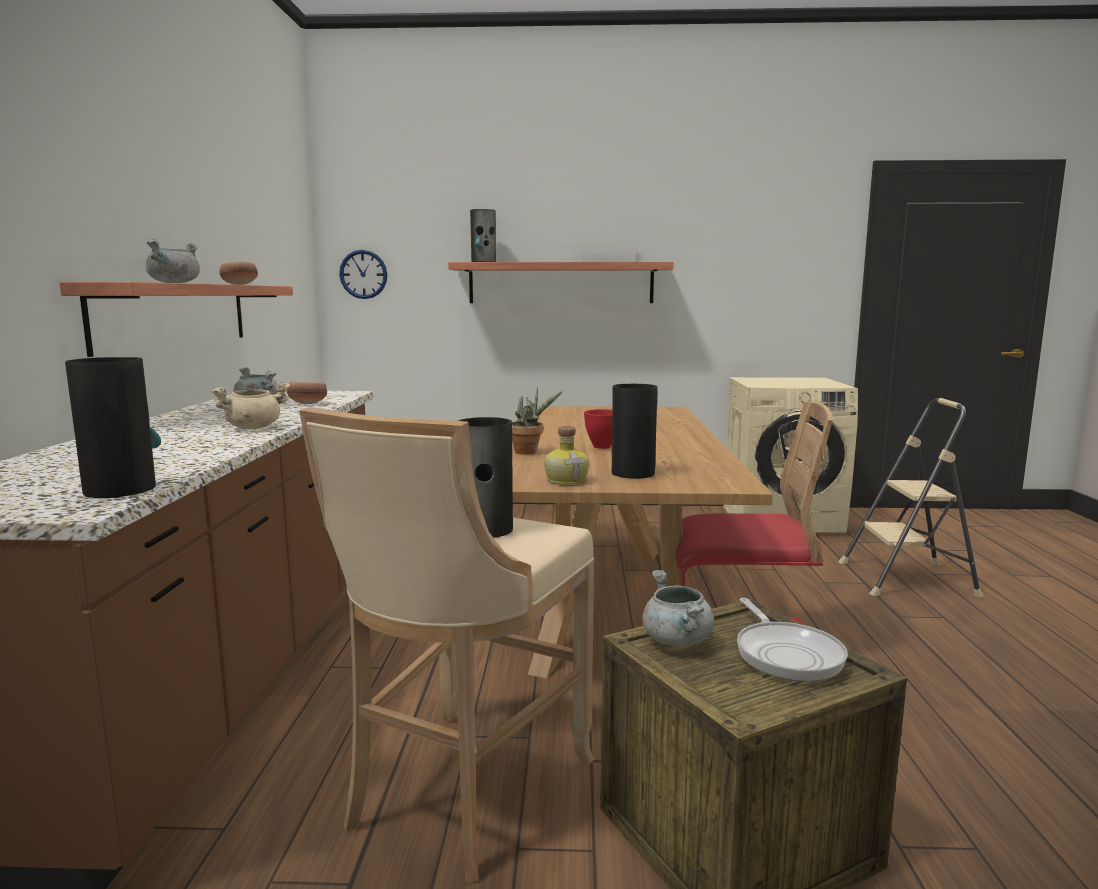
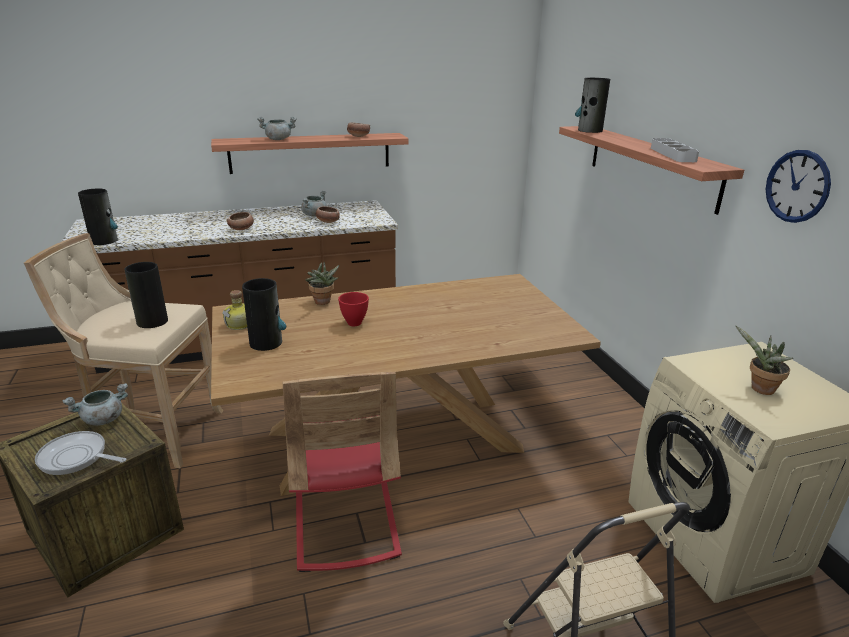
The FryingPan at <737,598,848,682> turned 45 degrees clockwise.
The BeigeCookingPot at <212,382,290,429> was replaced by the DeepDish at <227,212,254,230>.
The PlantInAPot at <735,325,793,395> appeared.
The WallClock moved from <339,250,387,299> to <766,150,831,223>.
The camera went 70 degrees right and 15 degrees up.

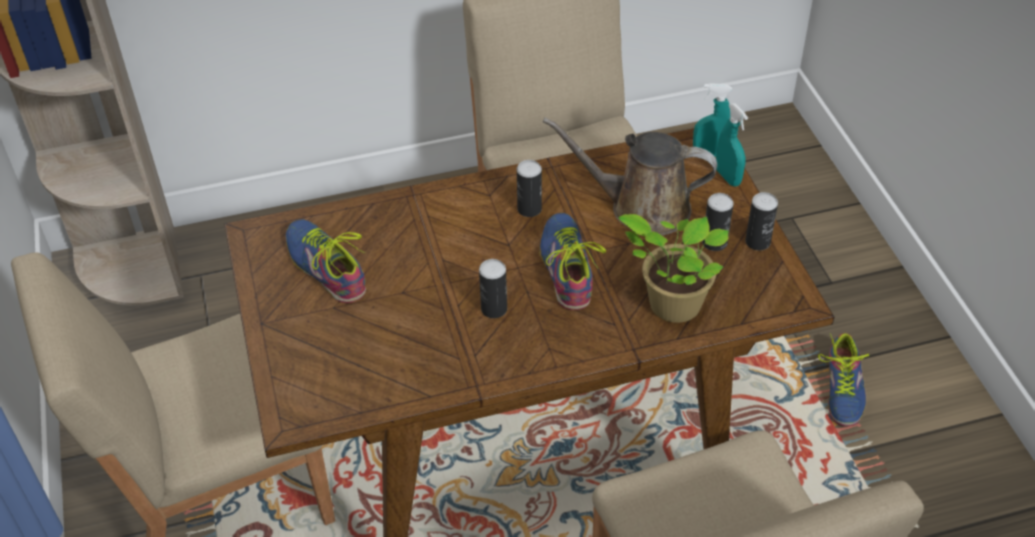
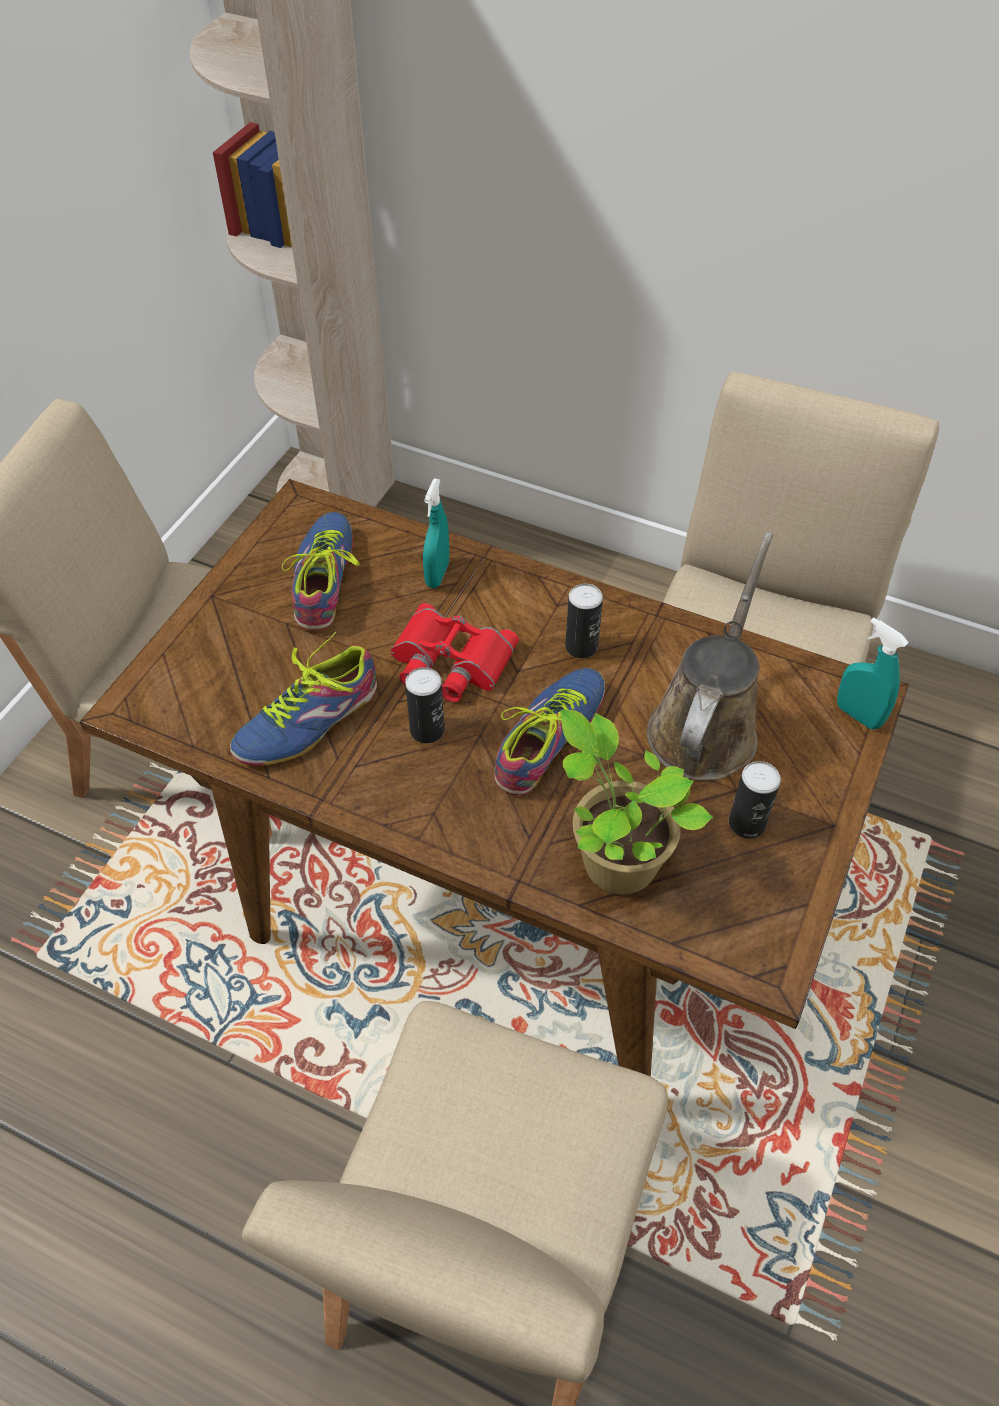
The LowShoe moved from <818,333,869,426> to <230,632,377,766>.
The ReddishBinoculars at <391,603,519,702> appeared.
The BlueGreenHandSprayer moved from <716,103,748,186> to <423,479,449,588>.
The BrownWateringCan at <543,117,717,236> turned 60 degrees clockwise.
The SealedCan at <745,192,778,251> disappeared.
The camera went 40 degrees right and 5 degrees up.

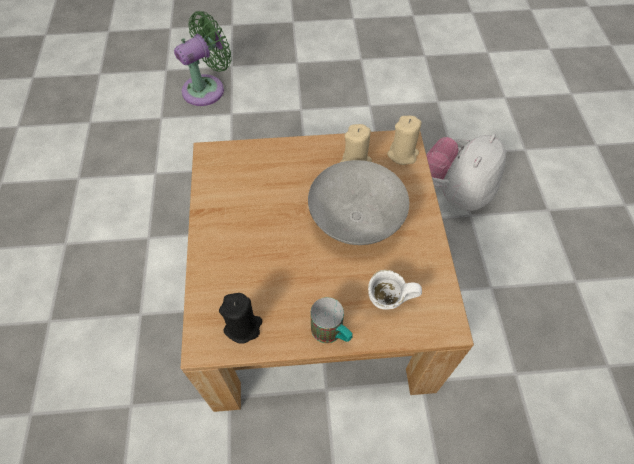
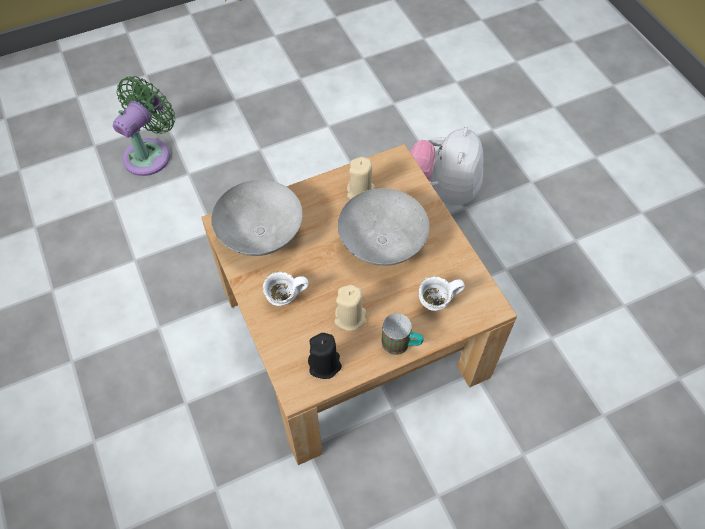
The GreyishDeepDish at <211,180,303,256> appeared.
The WhitishTeaMug at <263,272,309,306> appeared.
The BeigeCandle moved from <387,116,421,165> to <334,285,366,331>.
The camera went 20 degrees left and 0 degrees up.

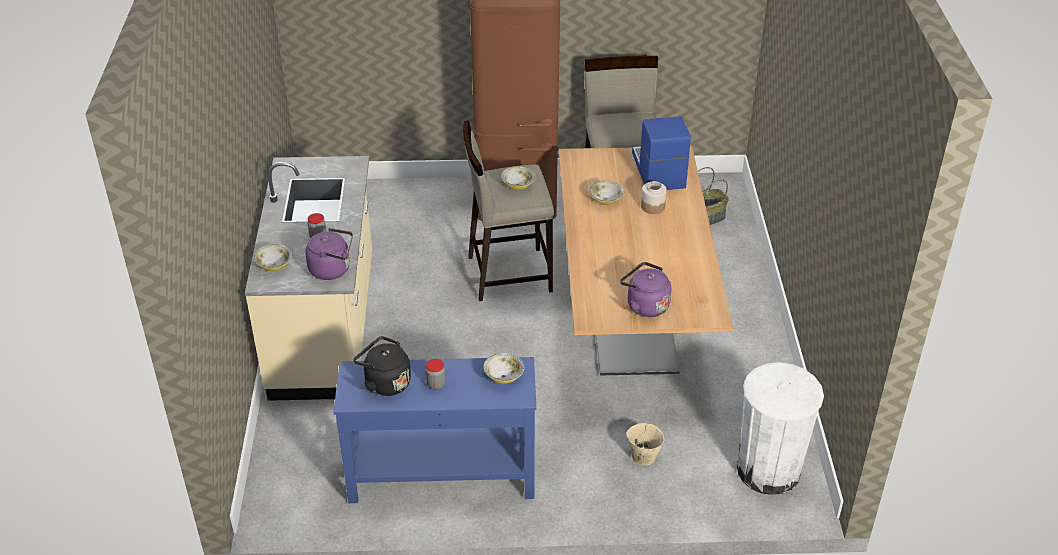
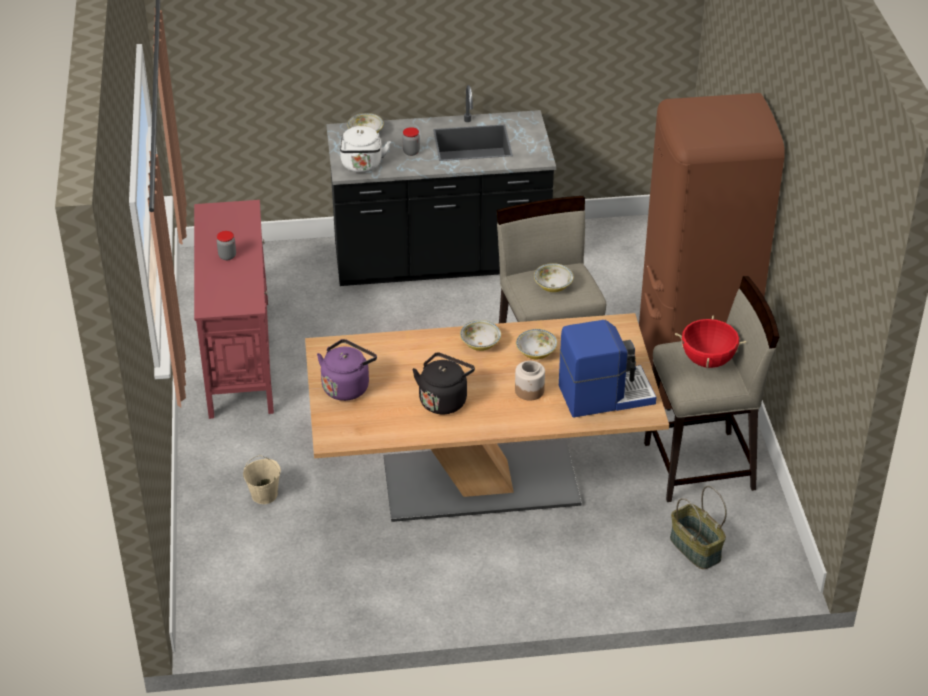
The BluishConsoleTable at <334,357,536,503> became the ReddishConsoleTable at <194,200,274,419>.
The BeigeKitchenBaseUnit at <245,156,372,401> became the BlackColouredKitchenBaseUnit at <326,85,556,286>.
The PurplishKettle at <305,228,353,280> became the WhitishKettle at <340,126,391,173>.
The BlackColouredKettle moved from <353,336,411,396> to <412,353,475,414>.
The DeepDish moved from <484,353,524,384> to <460,320,501,351>.
The ReddishCookingPot at <675,316,746,368> appeared.
The WhitishRubbishBin at <737,362,824,495> disappeared.
The camera went 85 degrees right and 0 degrees up.

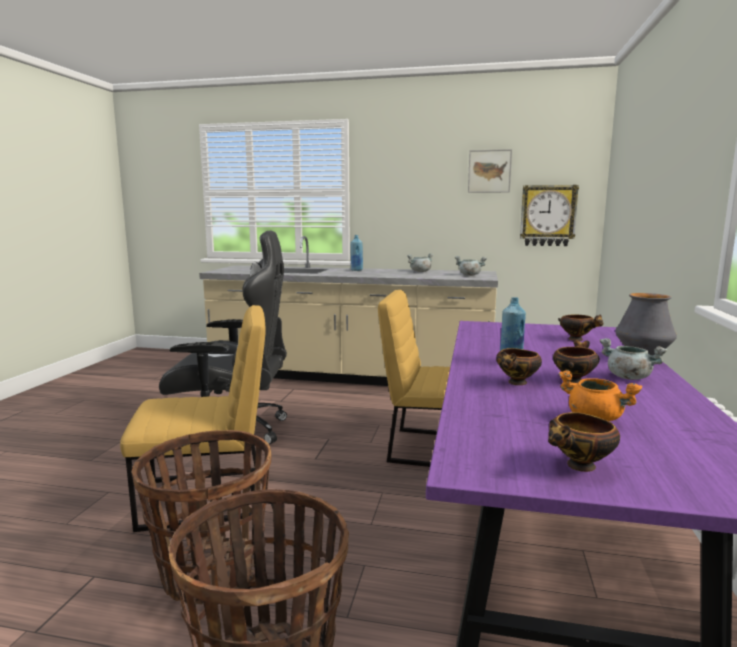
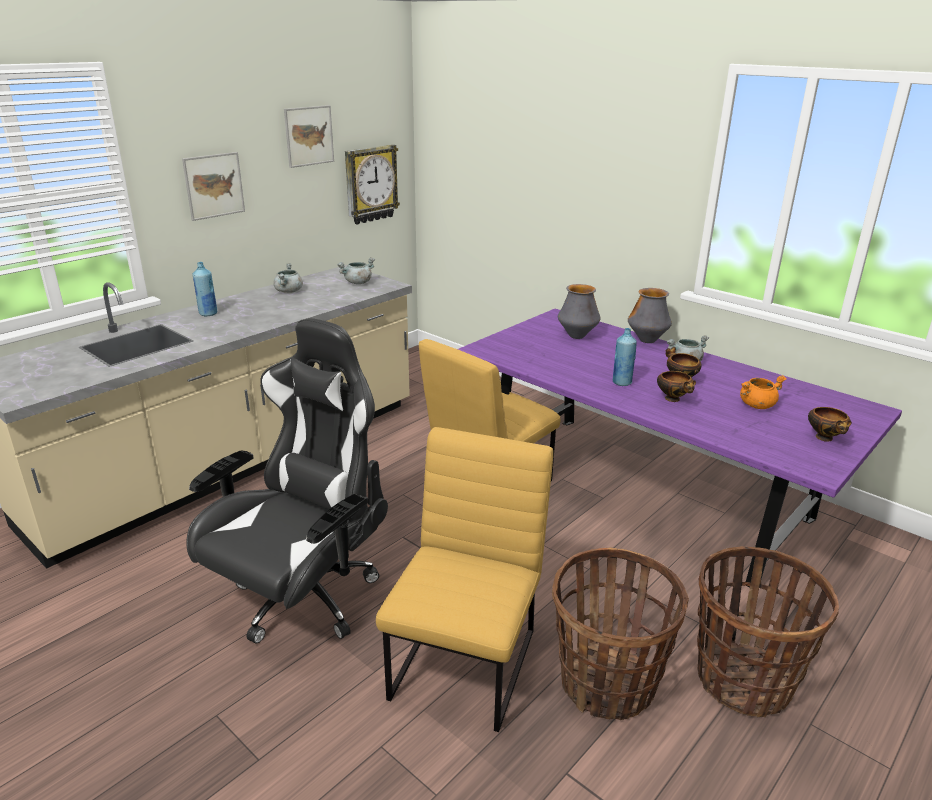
The Picture at <182,152,245,221> appeared.
The DeepDish at <558,314,604,341> was replaced by the Vase at <558,284,601,339>.
The camera went 60 degrees left and 15 degrees up.

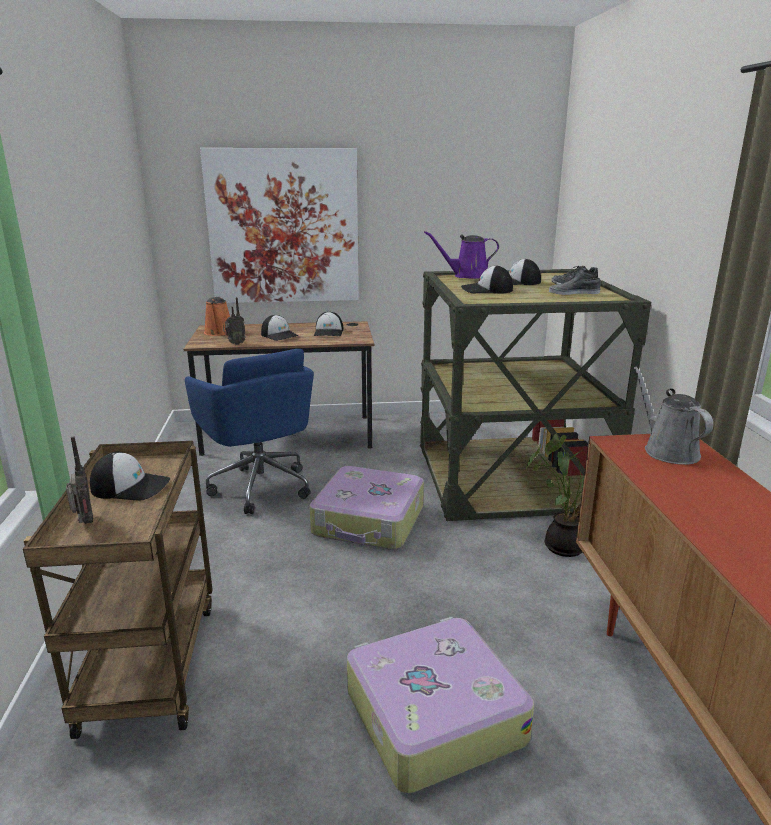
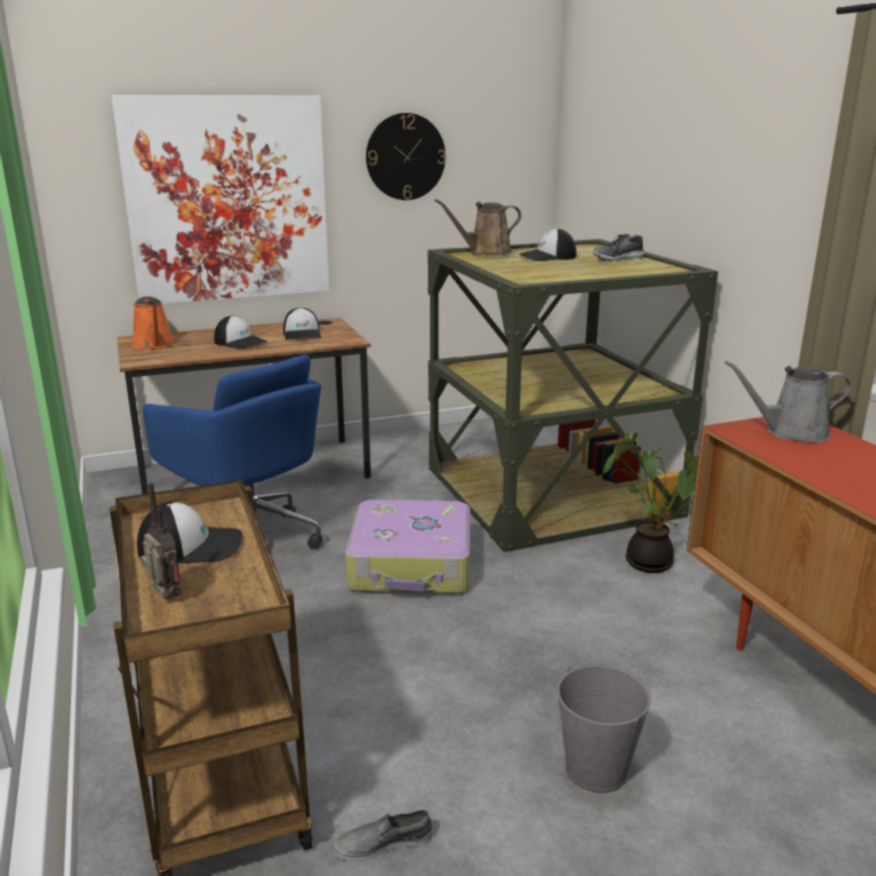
The GreyishLowShoe moved from <549,275,601,295> to <334,809,432,862>.
The WallClock at <366,113,446,200> appeared.
The PurplishWateringCan at <424,231,499,279> became the BrownWateringCan at <435,199,522,255>.
The TravelCase at <347,617,534,794> was replaced by the GreyishBucket at <557,663,651,793>.
The GreyishWateringCan at <634,367,713,465> turned 60 degrees counterclockwise.
The Radio at <225,297,246,345> disappeared.
The PeakedCap at <461,265,513,294> disappeared.
The camera went 15 degrees left and 0 degrees up.

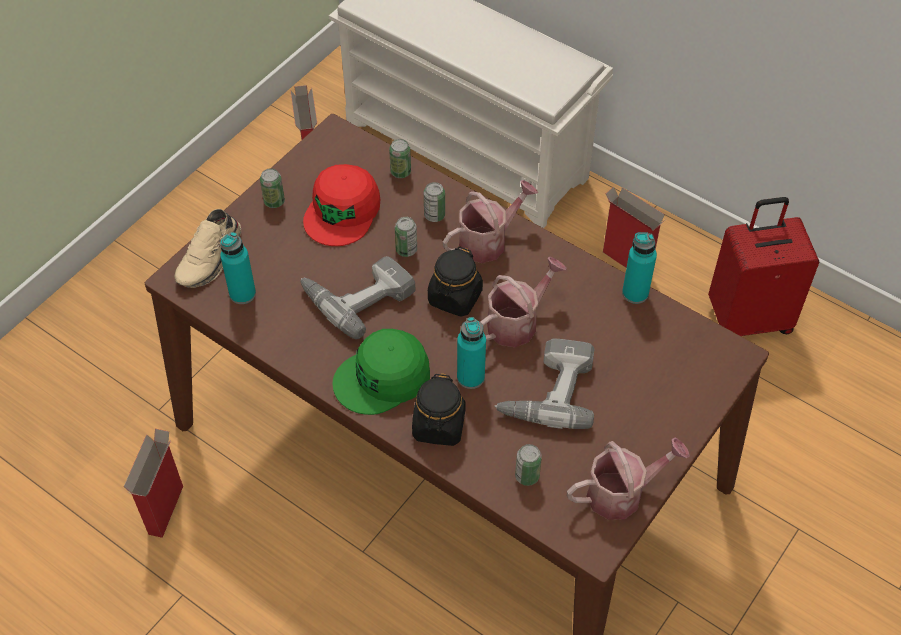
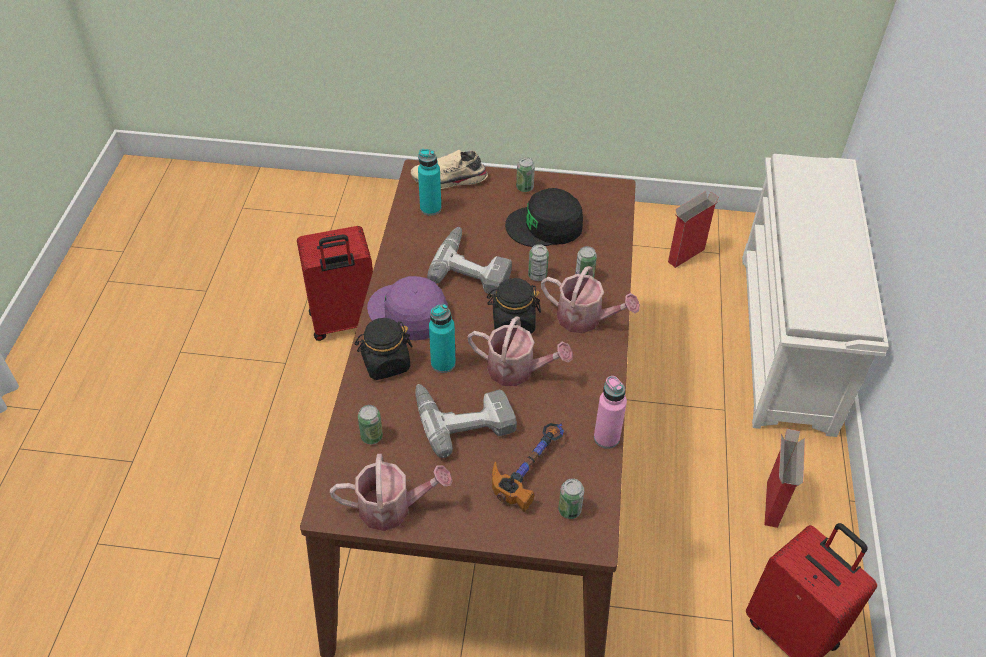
The Carton at <124,429,183,538> was replaced by the ReddishTravelCase at <297,226,373,341>.
The WateringCan at <567,437,690,520> turned 45 degrees counterclockwise.
The GreenishPeakedCap at <332,329,430,415> became the PurplishPeakedCap at <367,276,448,341>.
The ToolHammer at <492,423,564,512> appeared.
The ReddishPeakedCap at <303,164,380,246> became the BlackColouredPeakedCap at <505,188,583,247>.
The SealedCan moved from <389,139,411,178> to <558,478,584,519>.
The BlueGreenBeverageBottle at <622,232,657,304> became the PinkBeverageBottle at <594,376,627,449>.
The camera went 60 degrees right and 5 degrees down.

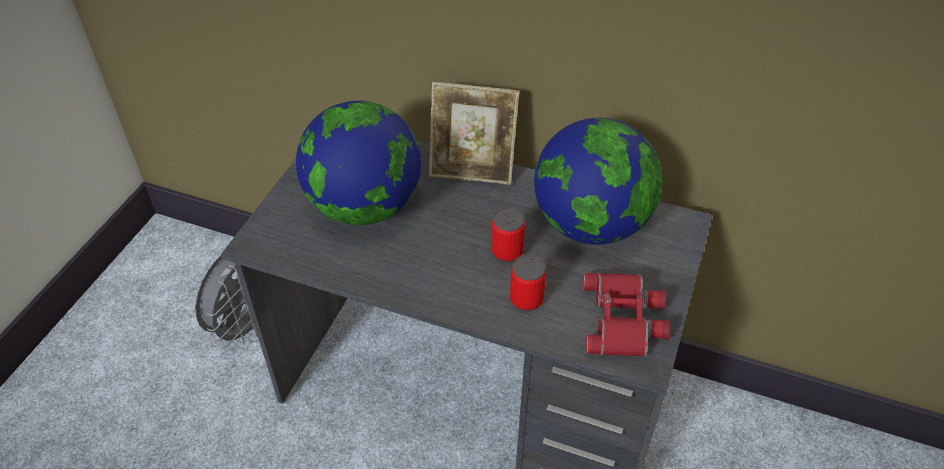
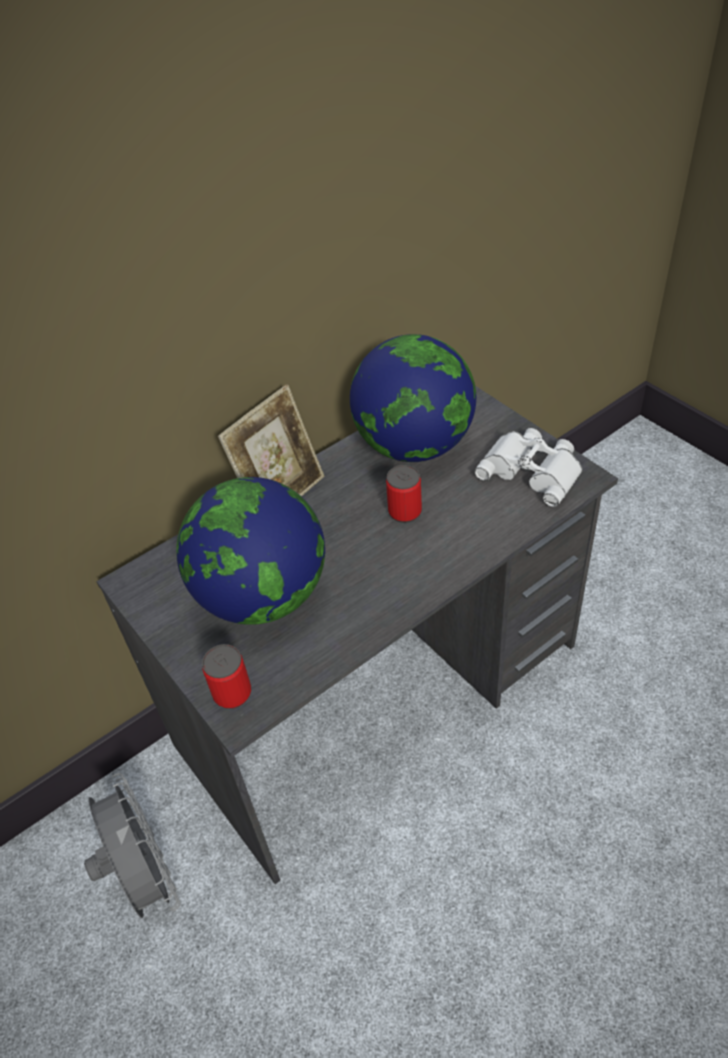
The SealedCan moved from <510,254,546,311> to <202,644,251,709>.
The ReddishBinoculars at <582,273,670,357> became the WhitishBinoculars at <474,428,583,507>.
The camera went 55 degrees left and 0 degrees up.

